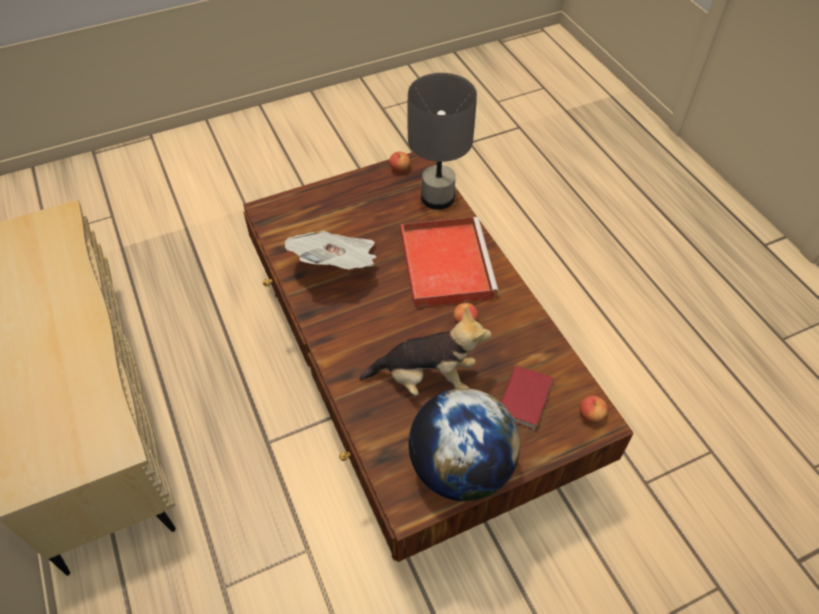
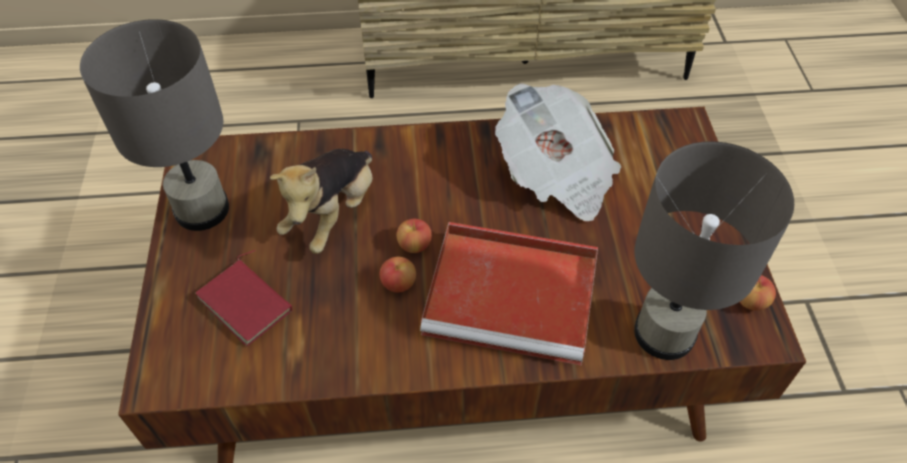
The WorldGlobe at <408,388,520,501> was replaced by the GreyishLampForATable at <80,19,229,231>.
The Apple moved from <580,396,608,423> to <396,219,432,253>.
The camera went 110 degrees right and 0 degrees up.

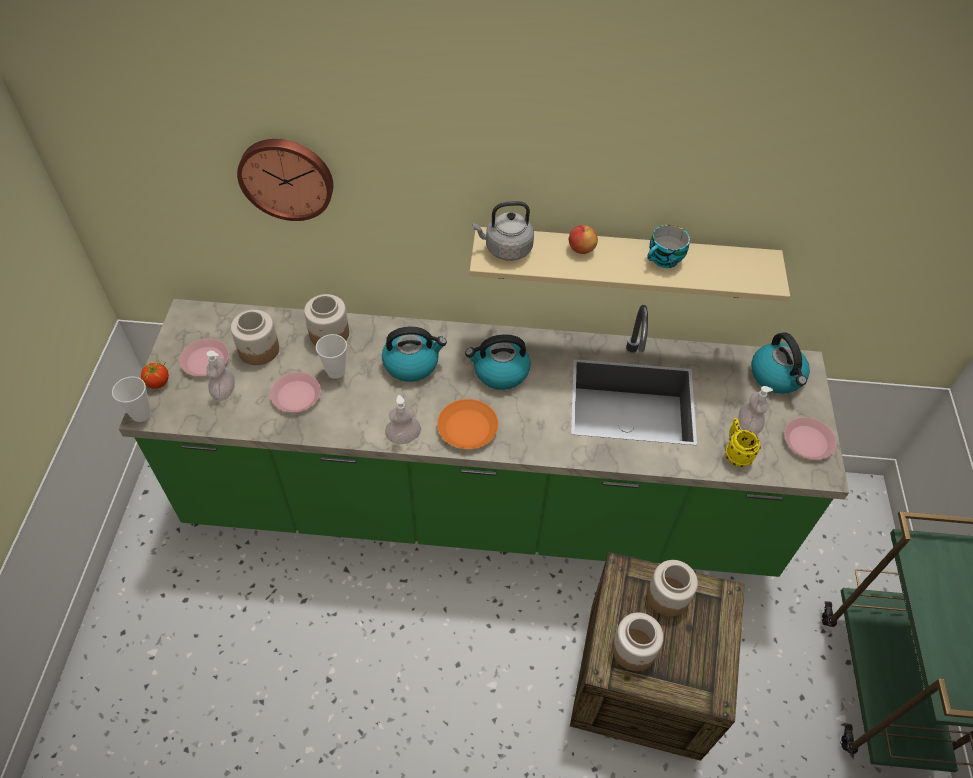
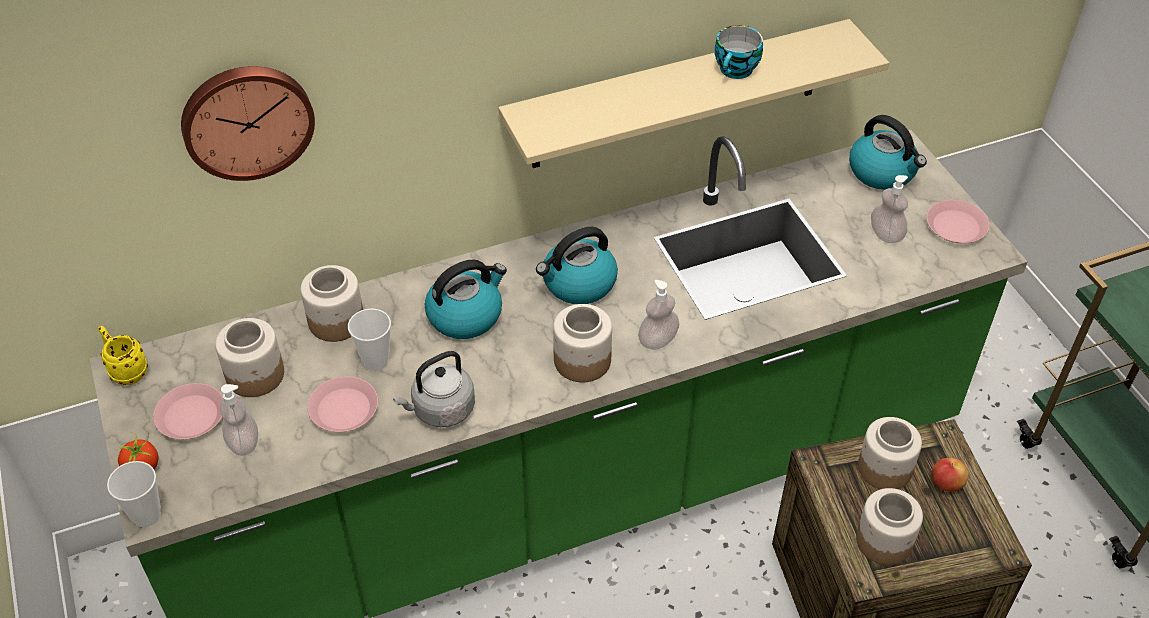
The YellowishTeaMug moved from <725,418,761,467> to <98,326,148,385>.
The GreyishKettle moved from <472,201,534,261> to <393,351,475,427>.
The OrangeFlatDish at <437,399,498,449> was replaced by the PreserveJar at <553,304,612,382>.
The SoapDispenser moved from <385,395,421,444> to <638,280,679,350>.
The Apple moved from <569,225,598,254> to <932,458,969,492>.
The camera went 25 degrees left and 5 degrees down.

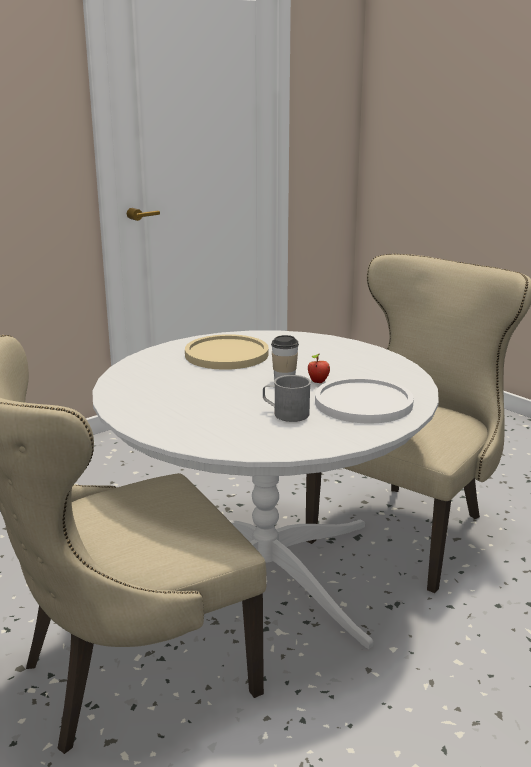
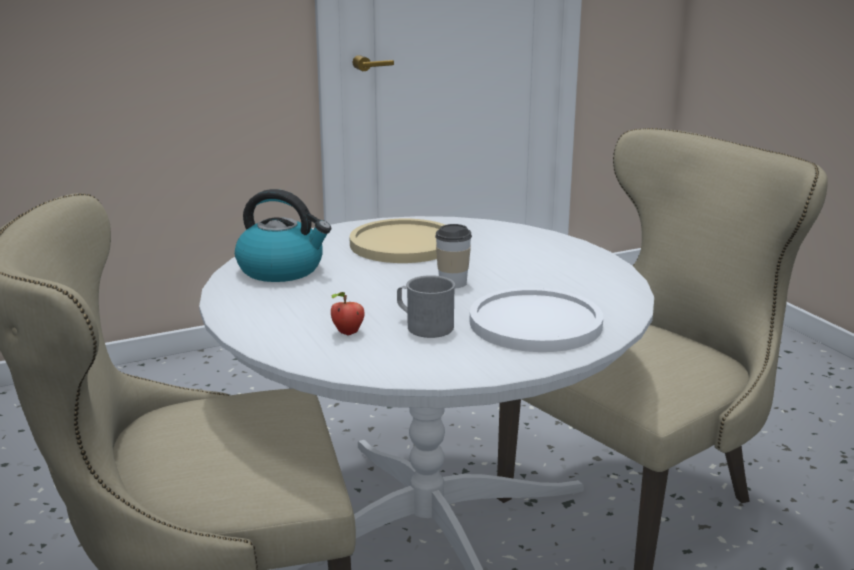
The Kettle at <235,189,331,282> appeared.
The Apple moved from <308,354,330,383> to <331,292,364,335>.
The camera went 15 degrees right and 0 degrees up.

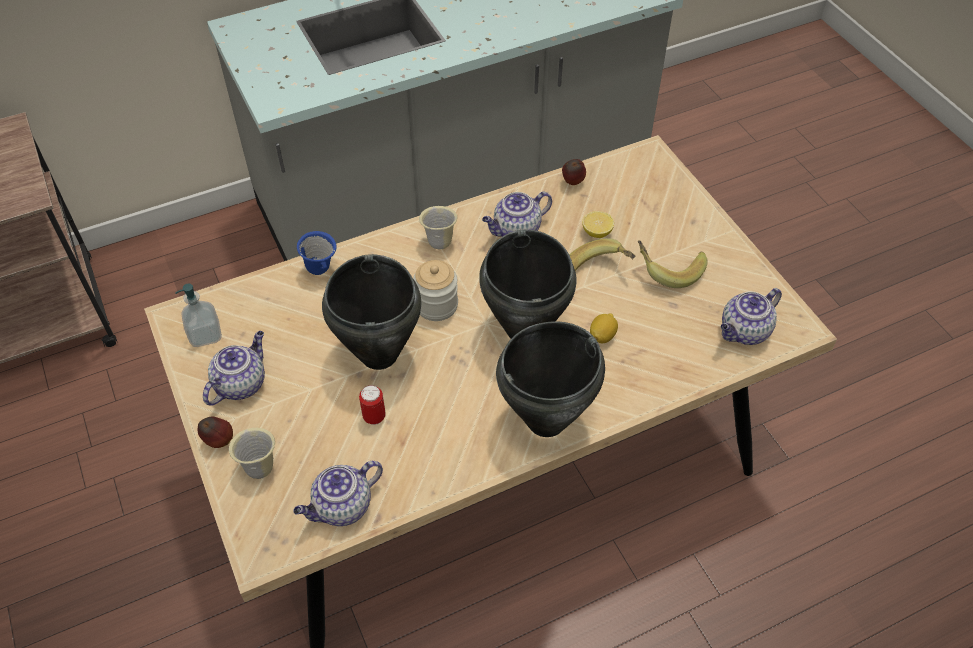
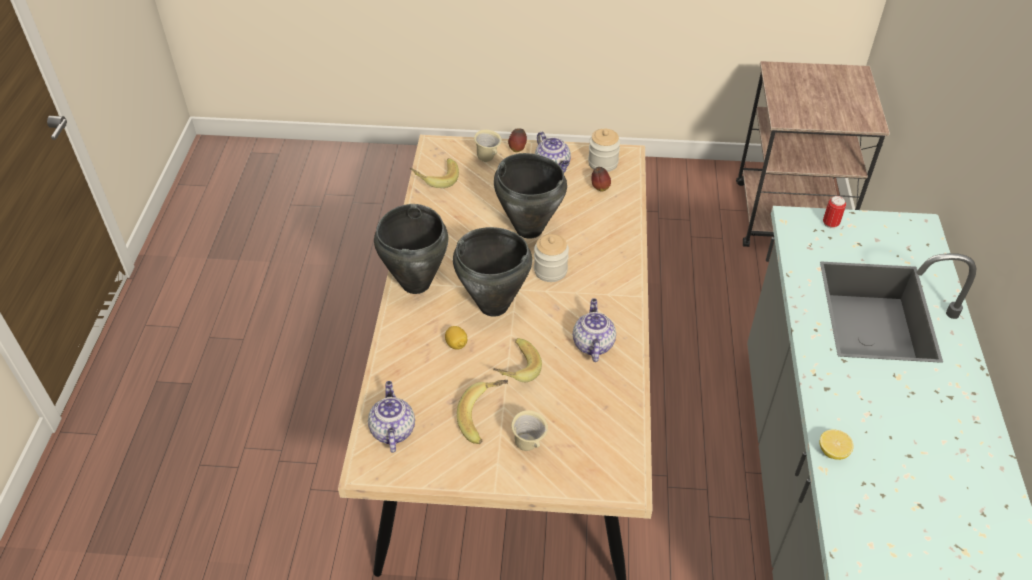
The PotForTea at <293,461,383,526> was replaced by the BananaFruit at <409,158,459,188>.
The BeigeTeaMug moved from <419,206,457,249> to <511,410,548,451>.
The SoapDispenser at <175,284,222,347> was replaced by the PreserveJar at <588,129,620,172>.
The Apple moved from <562,159,586,185> to <591,167,611,192>.
The WholeLemon moved from <582,211,614,238> to <820,429,854,460>.
The SealedCan moved from <359,385,386,425> to <823,196,846,229>.
The BluishTeaMug at <297,231,337,275> disappeared.
The camera went 120 degrees right and 5 degrees down.

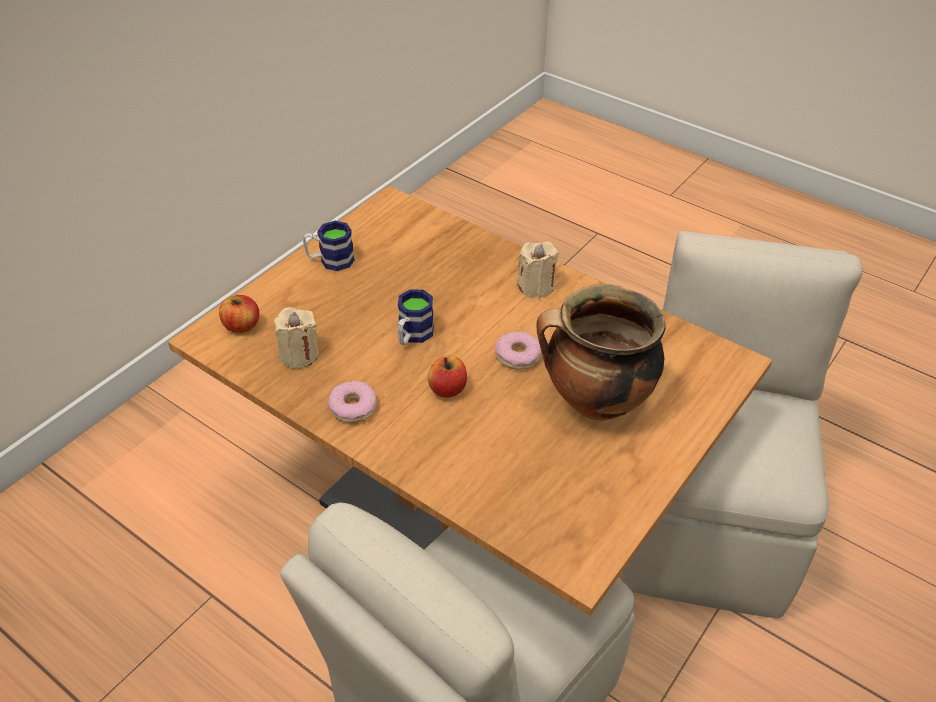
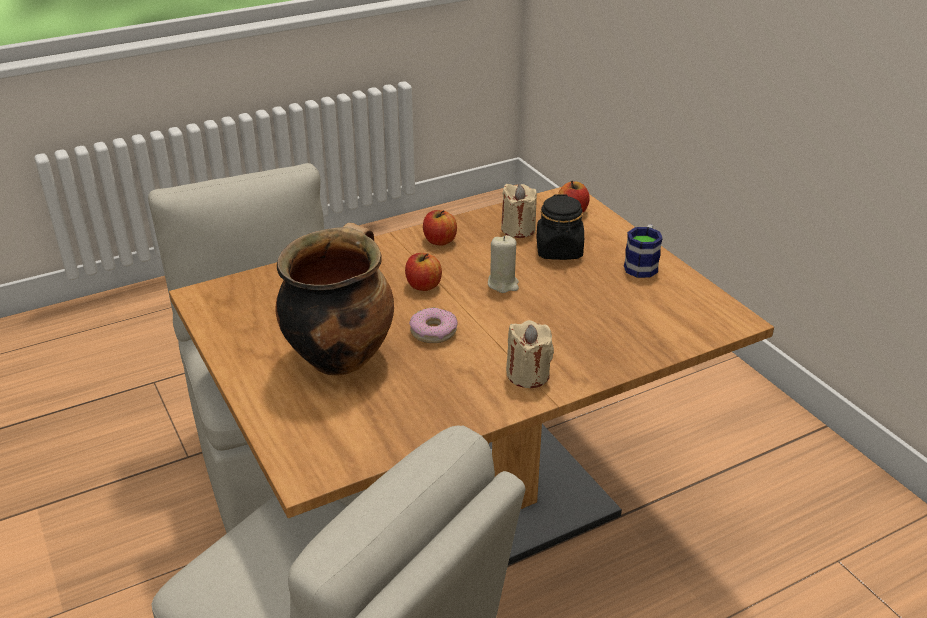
The RingDoughnut at <328,381,377,423> was replaced by the Apple at <423,210,457,245>.
The TeaMug at <397,289,434,345> was replaced by the BeigeCandle at <488,235,519,293>.
The BlackColouredPreserveJar at <536,194,584,260> appeared.
The camera went 115 degrees right and 10 degrees down.

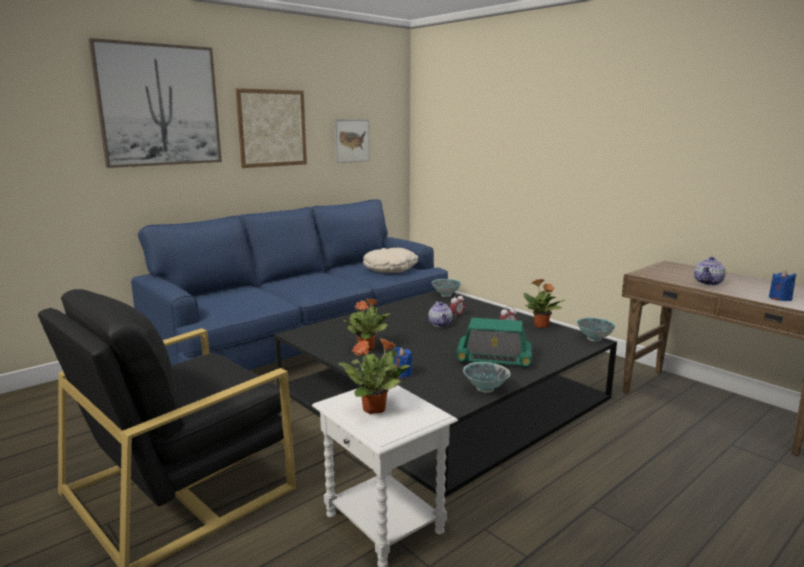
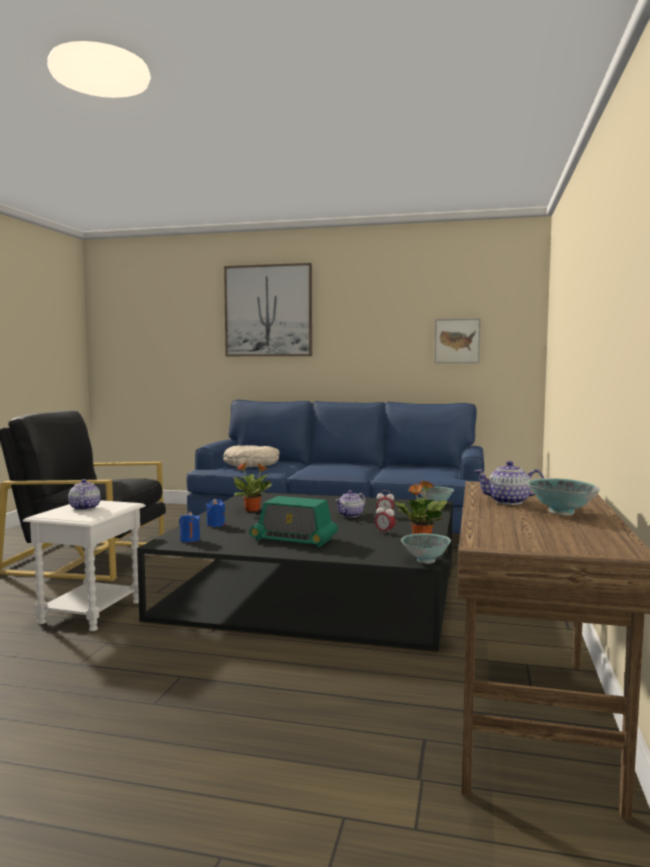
The PlantInAPot at <338,338,410,414> was replaced by the PotForTea at <68,479,101,510>.
The BluishCandle moved from <769,270,796,301> to <179,511,200,542>.
The BeigePillow moved from <363,248,418,273> to <223,445,280,468>.
The Radio at <456,318,532,368> turned 45 degrees counterclockwise.
The DeepDish moved from <463,362,511,393> to <527,478,601,516>.
The Picture at <235,87,307,168> disappeared.
The camera went 55 degrees right and 10 degrees down.

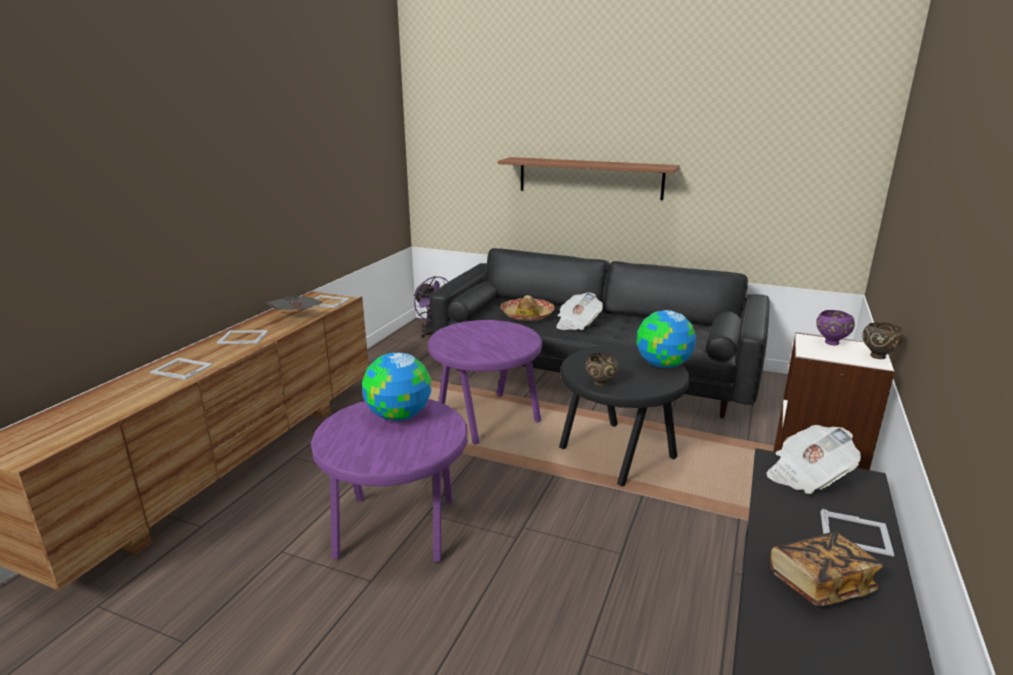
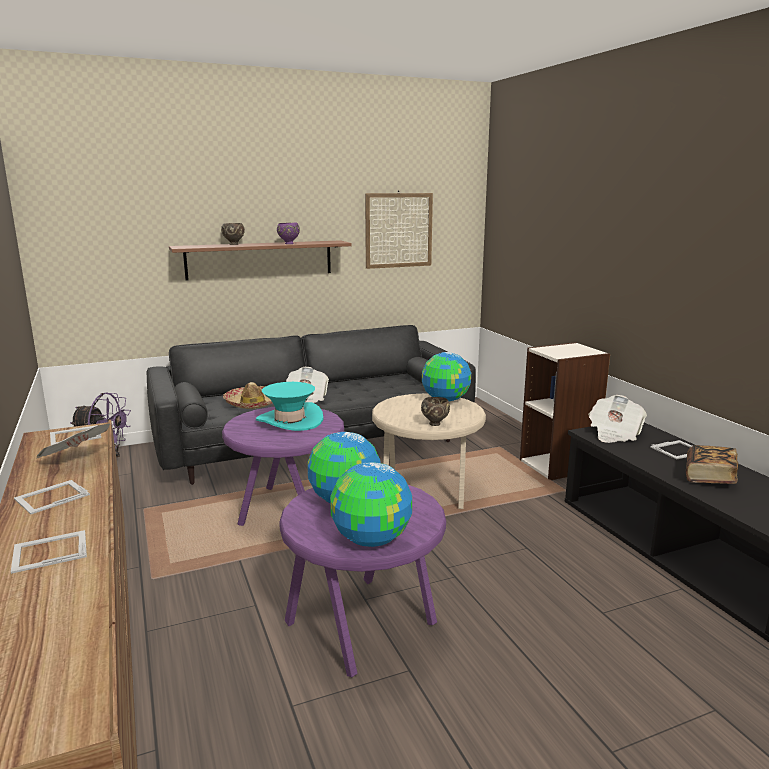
The BrownDeepDish moved from <862,323,904,359> to <221,223,245,245>.
The BlueGreenWearableHat at <256,382,323,431> appeared.
The PurplishDeepDish moved from <816,310,855,345> to <277,222,300,244>.
The WorldGlobe at <330,462,412,547> appeared.
The Picture at <365,190,433,269> appeared.
The BlackColouredSideTable at <559,345,690,486> became the BeigeSideTable at <372,393,486,509>.
The camera went 45 degrees left and 5 degrees down.

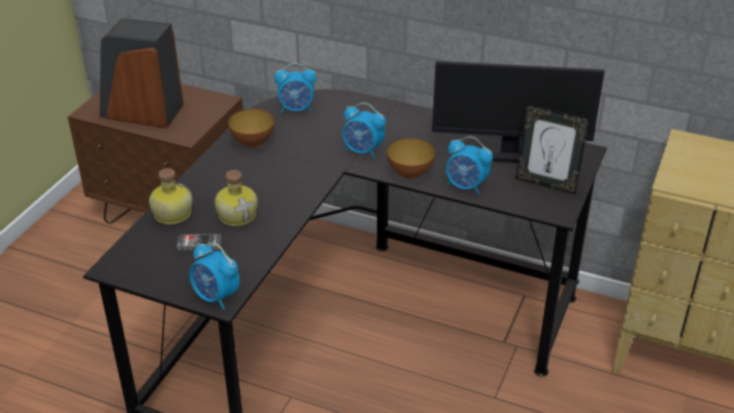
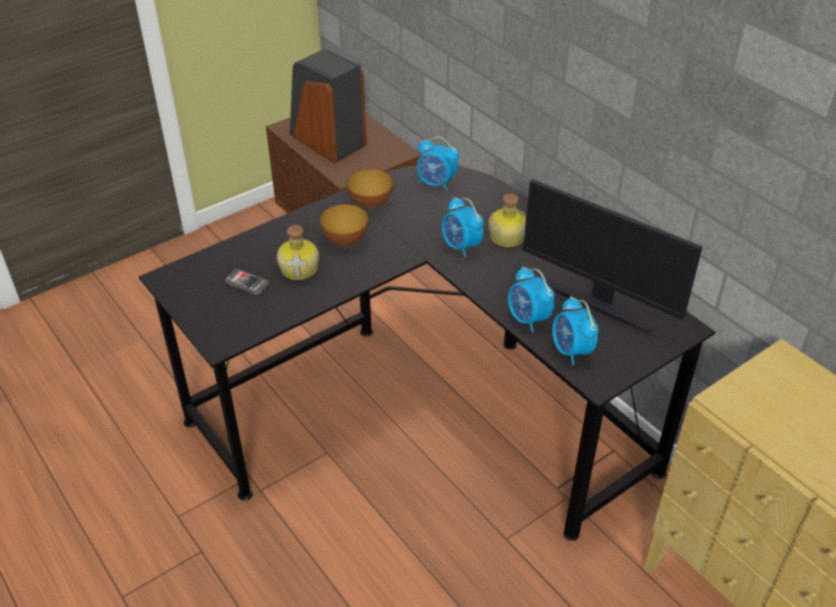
The DeepDish moved from <387,138,435,179> to <319,204,369,246>.
The BeverageBottle moved from <149,168,193,224> to <488,194,526,247>.
The TableClock moved from <189,243,240,310> to <552,296,599,365>.
The PictureFrame at <516,104,590,194> disappeared.
The camera went 30 degrees right and 5 degrees up.

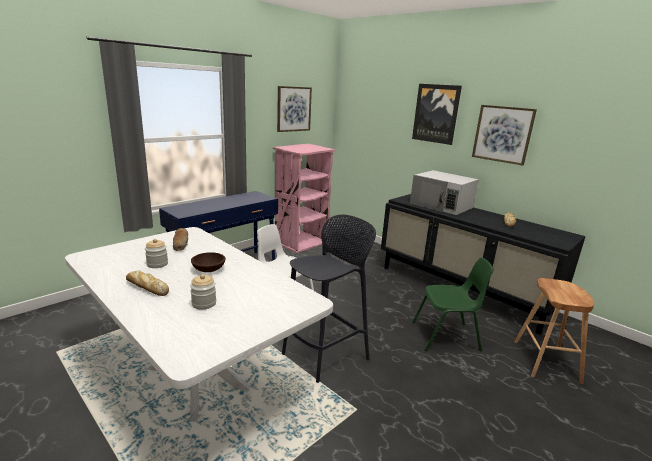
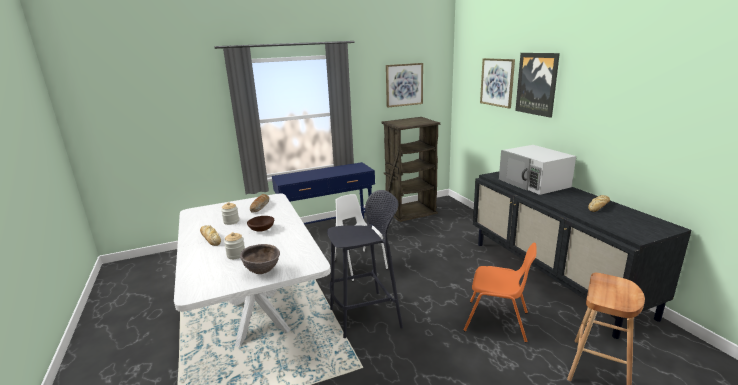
The BrownDeepDish at <240,244,280,274> appeared.
The PinkBookshelf at <273,144,335,253> became the BrownBookshelf at <382,117,440,222>.
The GreenishChair at <413,257,494,351> became the OrangeChair at <464,242,537,342>.
The Picture moved from <472,105,537,165> to <480,58,515,108>.
The camera went 25 degrees right and 0 degrees up.

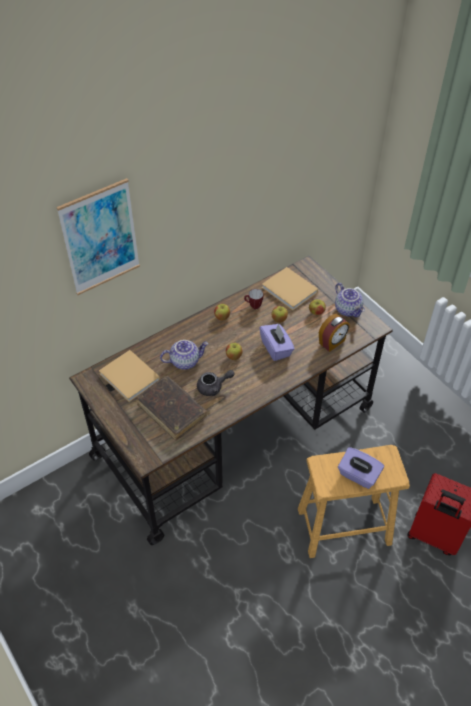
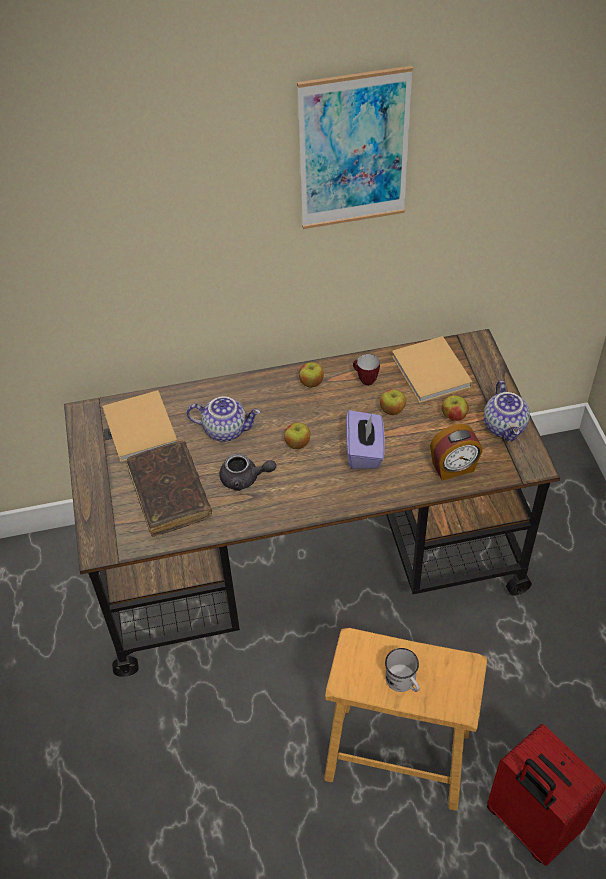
The Picture moved from <56,178,140,295> to <297,66,413,229>.
The PurplishTissueBox at <338,447,384,489> was replaced by the WhitishTeaMug at <385,648,420,692>.
The camera went 25 degrees right and 0 degrees up.

